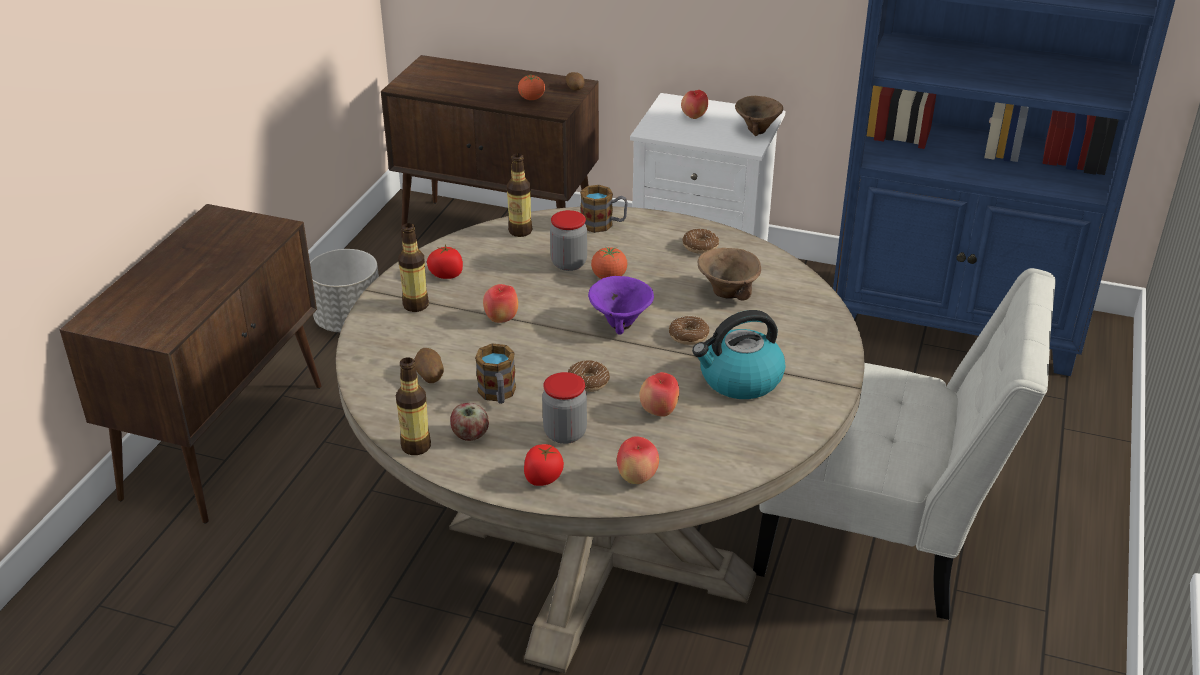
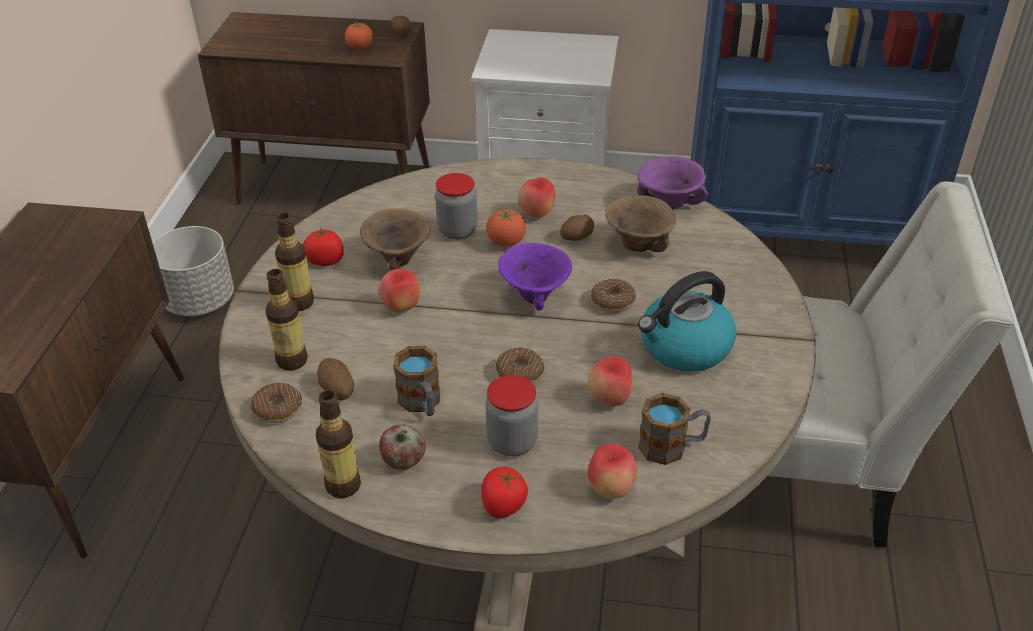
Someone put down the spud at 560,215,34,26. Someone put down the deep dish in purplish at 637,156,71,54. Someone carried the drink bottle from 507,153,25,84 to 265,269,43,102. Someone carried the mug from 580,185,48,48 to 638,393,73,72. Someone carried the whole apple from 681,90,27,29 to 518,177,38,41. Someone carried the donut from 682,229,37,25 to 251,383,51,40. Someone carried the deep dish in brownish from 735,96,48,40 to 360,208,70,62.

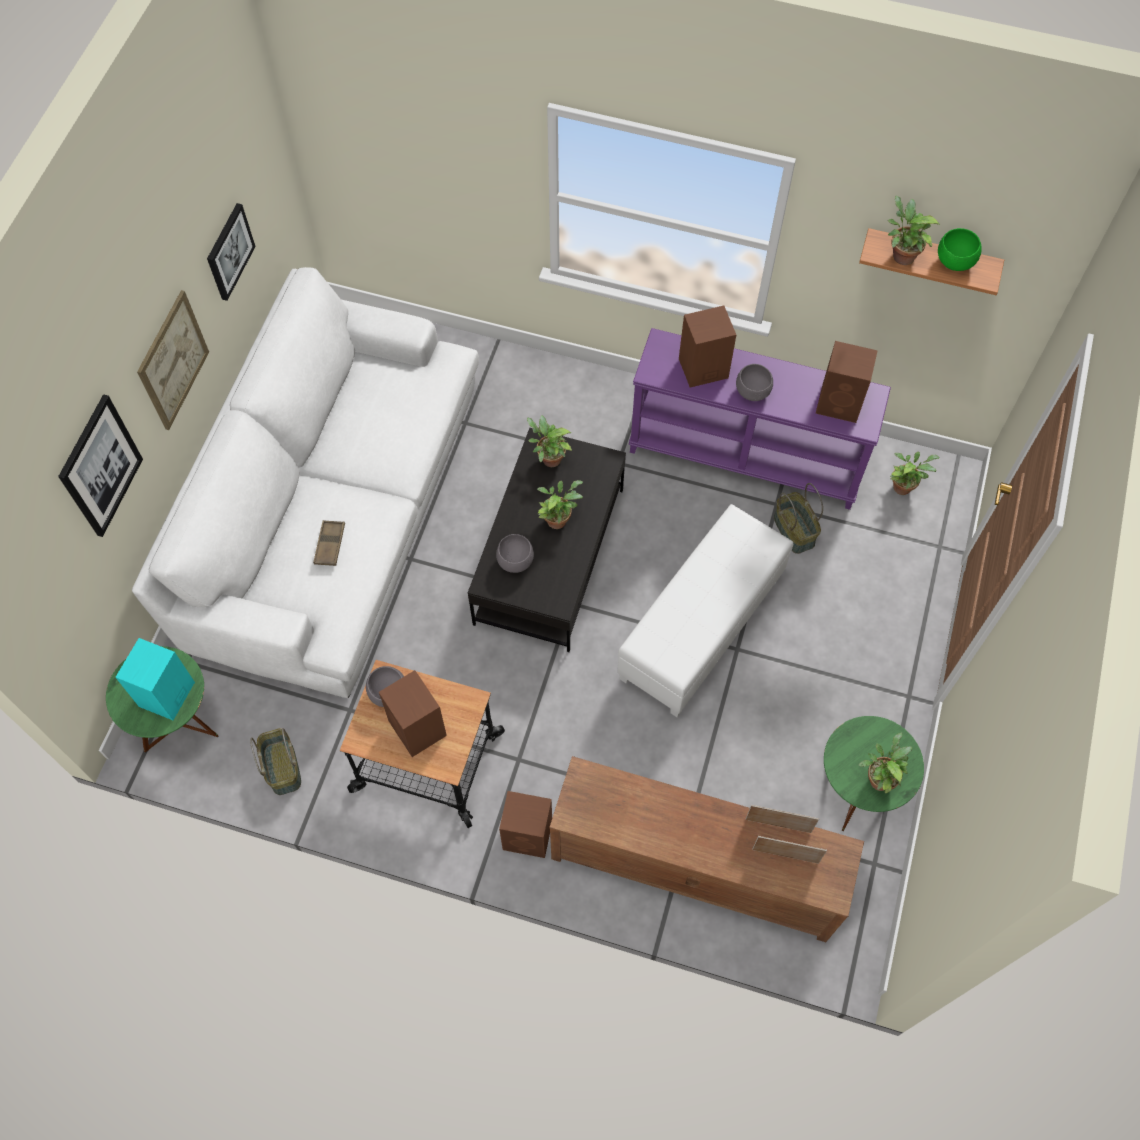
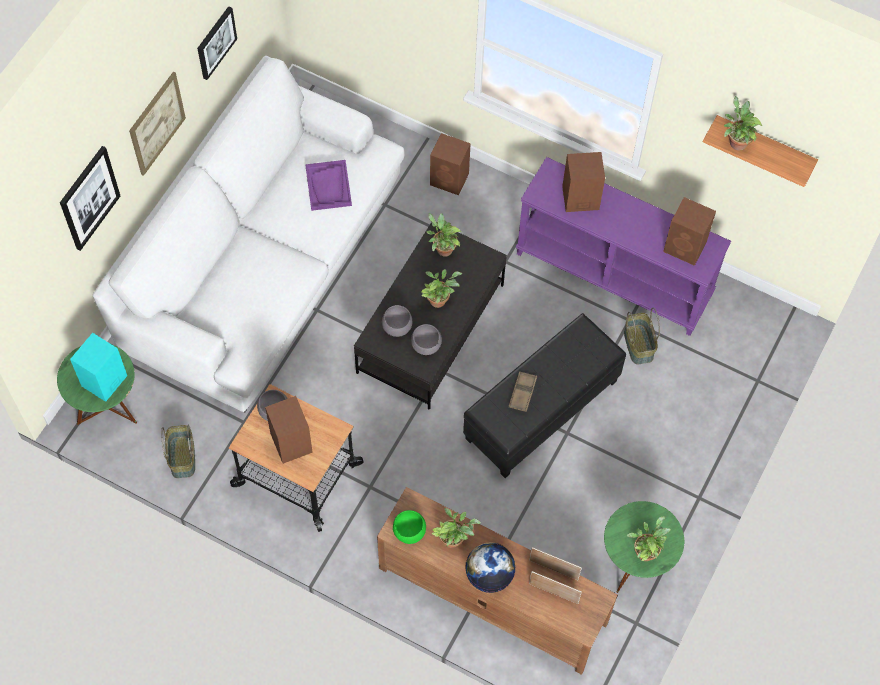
Someone put down the carrying tray in purplish at 305,160,47,51. Someone put down the desk globe at 465,542,50,51. Someone carried the carrying tray in brownish from 313,520,32,46 to 509,371,28,41. Someone carried the loudspeaker in brownish from 499,791,53,67 to 430,133,41,62. Someone carried the deep dish in greyish from 736,364,37,37 to 411,324,31,31. Someone carried the potted plant from 890,451,50,44 to 432,508,49,40. Someone carried the deep dish in greenish from 938,228,44,43 to 393,510,33,34. Someone repainted the pouffe in whitish at 617,504,176,214, which became the pouffe in black-coloured at 463,313,163,165.

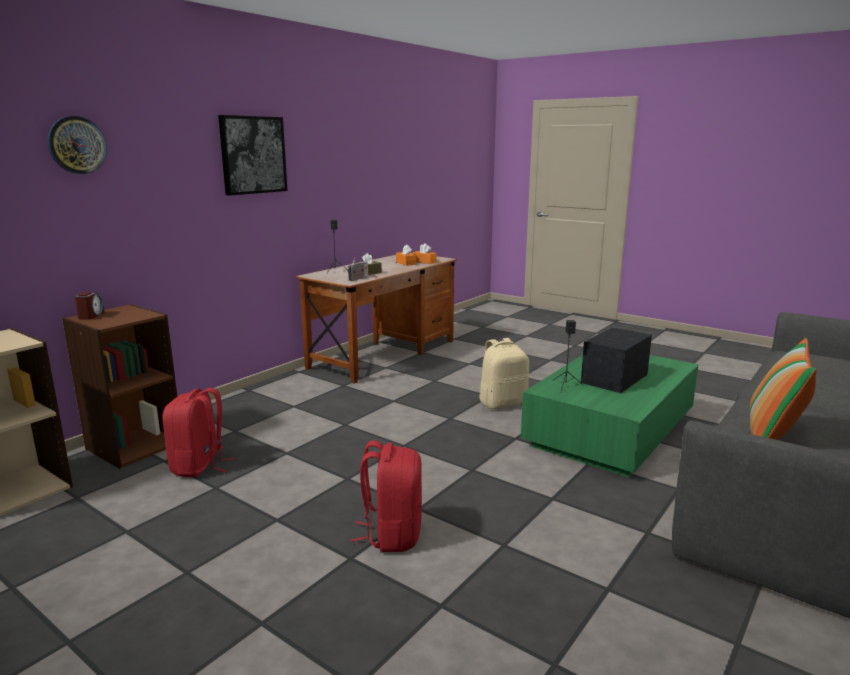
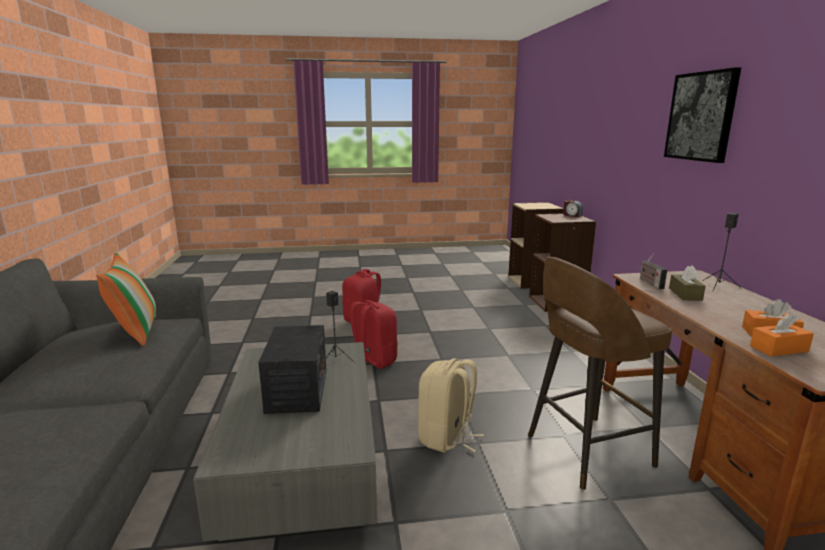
Someone took away the clock on the wall at 47,116,60,58. Someone put down the stool in brownish at 528,257,144,233. Someone carried the rucksack in red from 162,388,74,90 to 350,300,48,69. Someone repainted the coffee table in greenish at 521,355,177,122, which became the coffee table in greyish at 193,342,184,199.

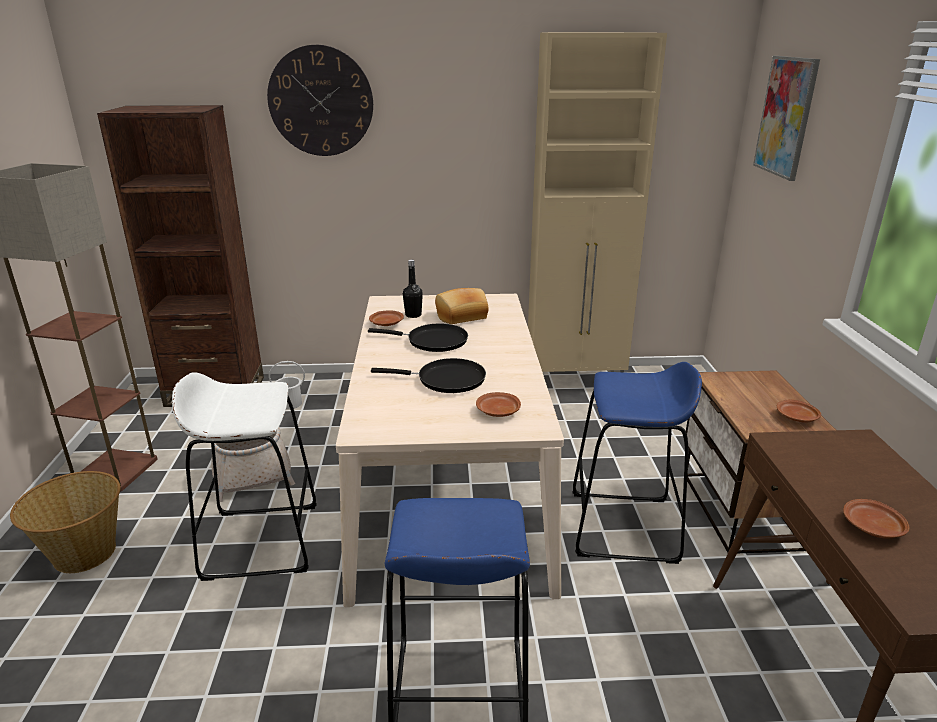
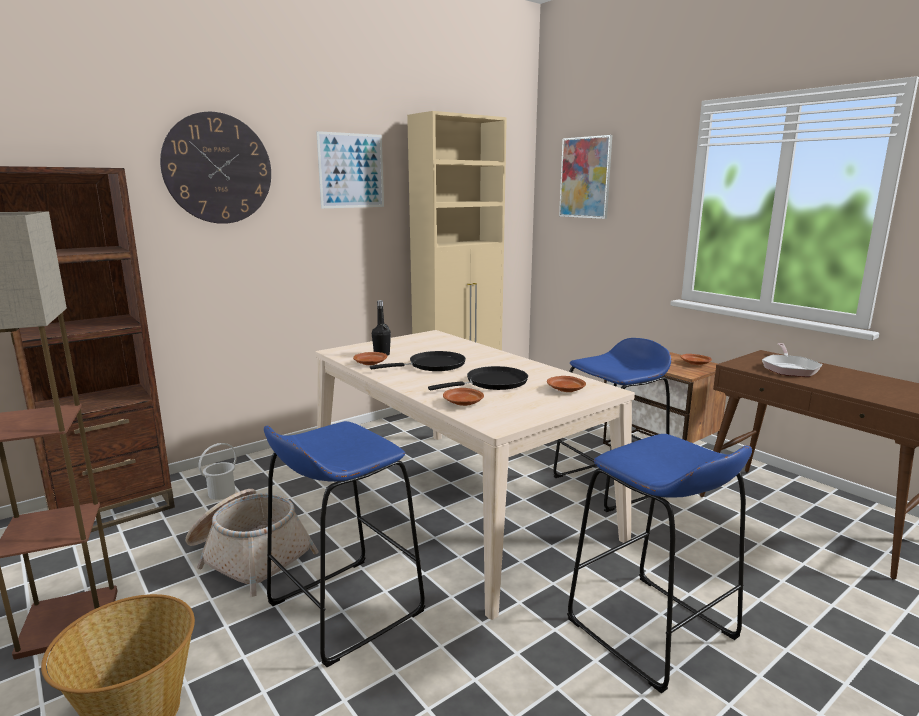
Someone took away the bakery bread at 435,288,54,36. Someone put up the wall art at 316,131,68,77. Someone put down the pan at 762,343,61,34. Someone carried the flat dish in brownish from 843,499,66,40 to 443,388,41,18. Someone repainted the stool in whitish at 172,372,145,209, which became the stool in blue-coloured at 264,421,161,246.

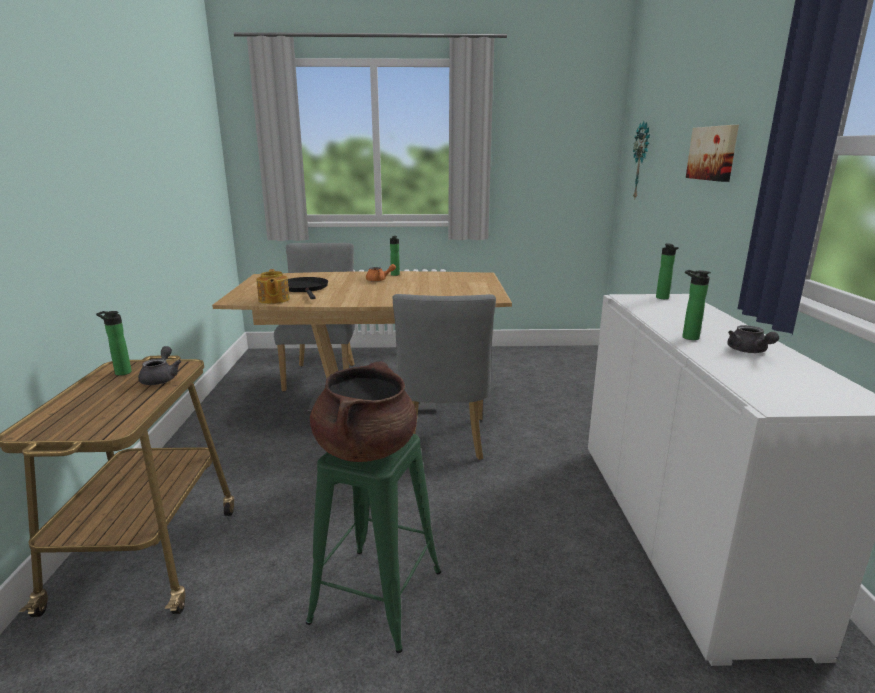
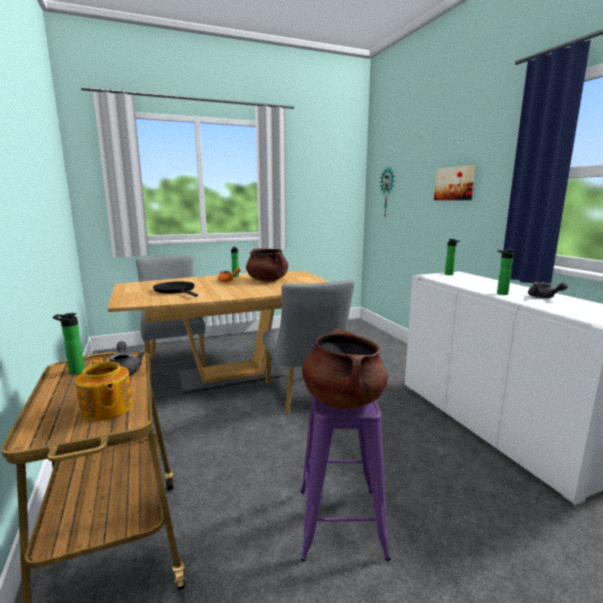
Someone put down the cooking pot in brownish at 246,249,42,33. Someone carried the teapot from 256,269,34,35 to 75,357,58,64. Someone repainted the stool in greenish at 306,434,135,219, which became the stool in purplish at 301,395,90,166.

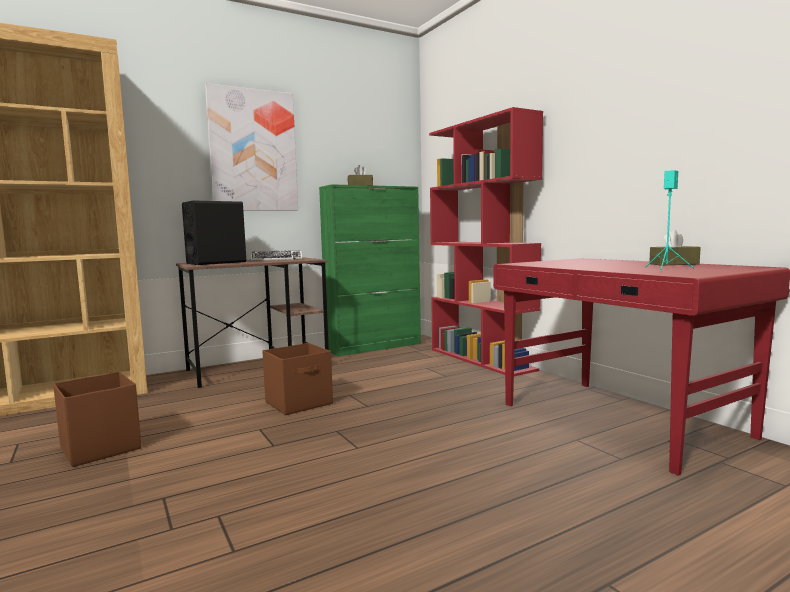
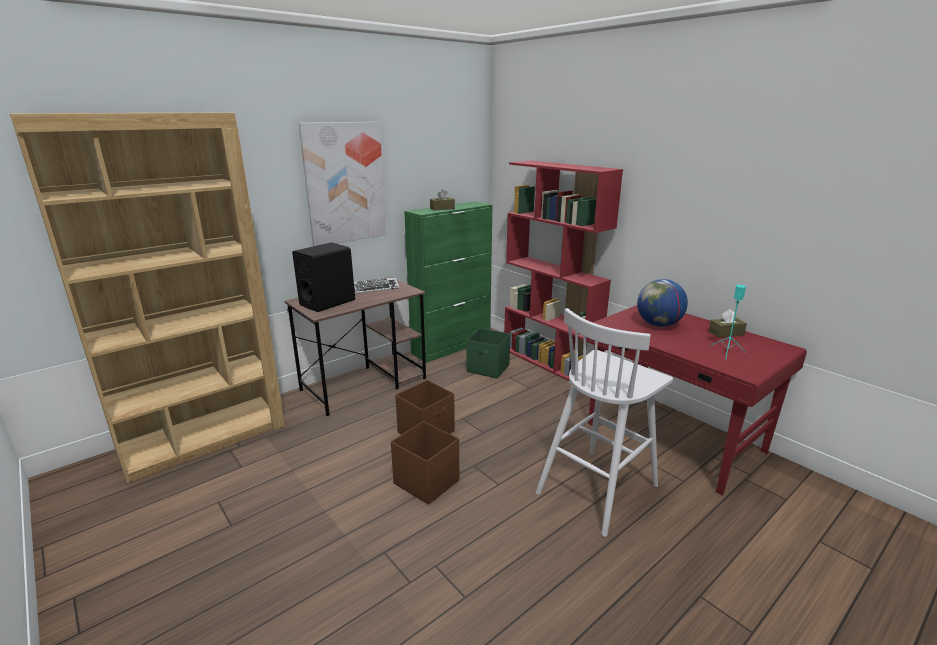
Someone put down the storage container in greenish at 466,328,44,51. Someone put down the stool in whitish at 536,308,137,229. Someone put down the desk globe at 637,279,51,48. Someone carried the storage container in brownish from 53,371,88,96 to 391,421,68,84.

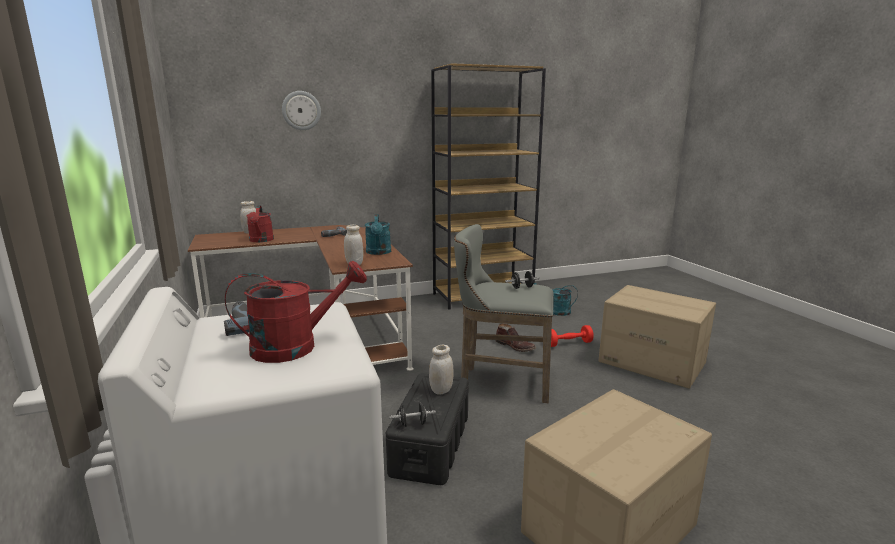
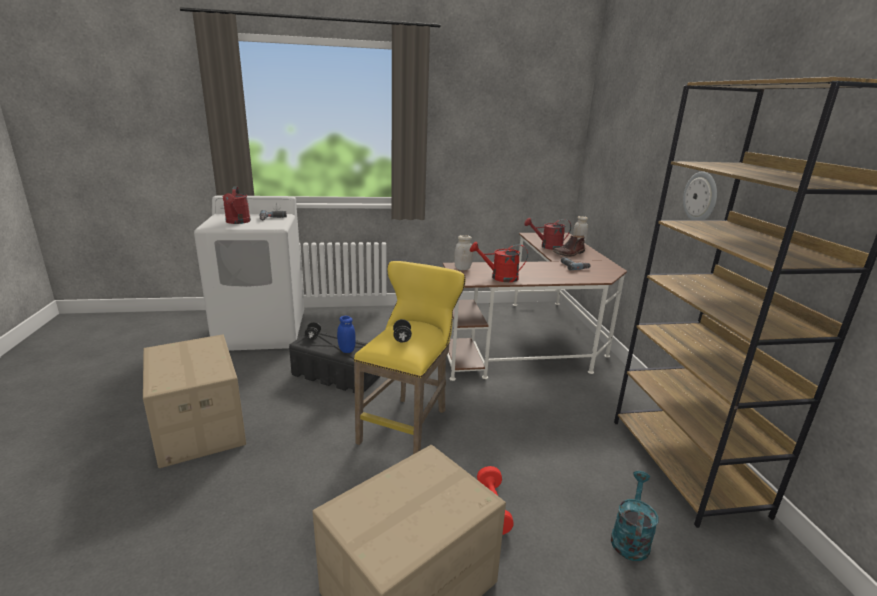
Someone carried the clock on the wall from 282,91,39,39 to 683,171,34,49. Someone carried the boot in brownish from 495,324,41,28 to 553,235,32,22. Someone repainted the watering can in turquoise-coloured at 365,214,26,41, which became the watering can in red at 470,242,58,40. Someone repainted the storage jar in whitish at 429,345,25,50, which became the storage jar in blue-coloured at 337,316,19,37. Someone repainted the stool in greyish at 454,224,100,179, which became the stool in yellowish at 354,261,111,193.

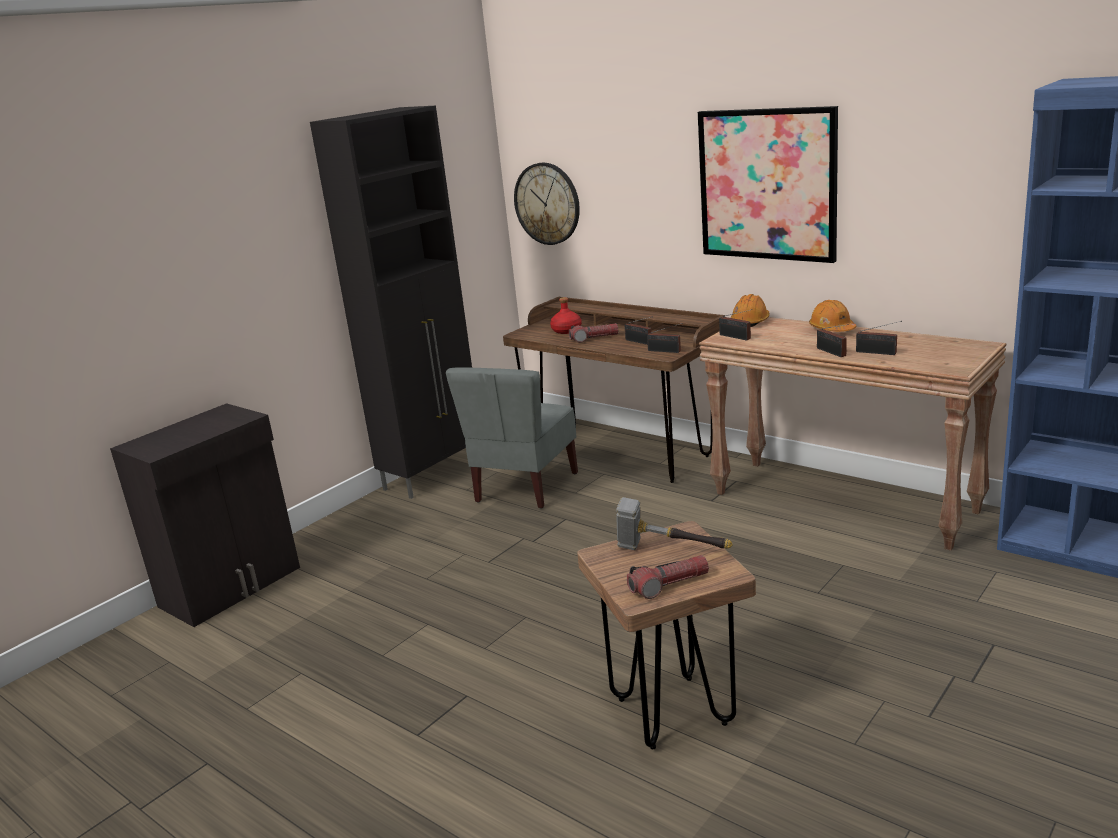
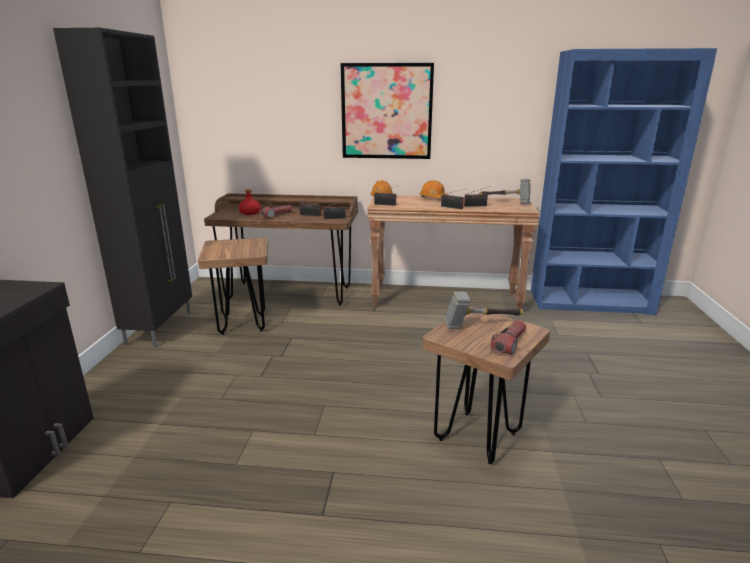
Someone took away the clock on the wall at 514,162,66,83. Someone put down the hammer at 479,179,51,25. Someone swapped the chair in greyish at 446,367,132,142 for the stool in brownish at 198,238,70,97.

